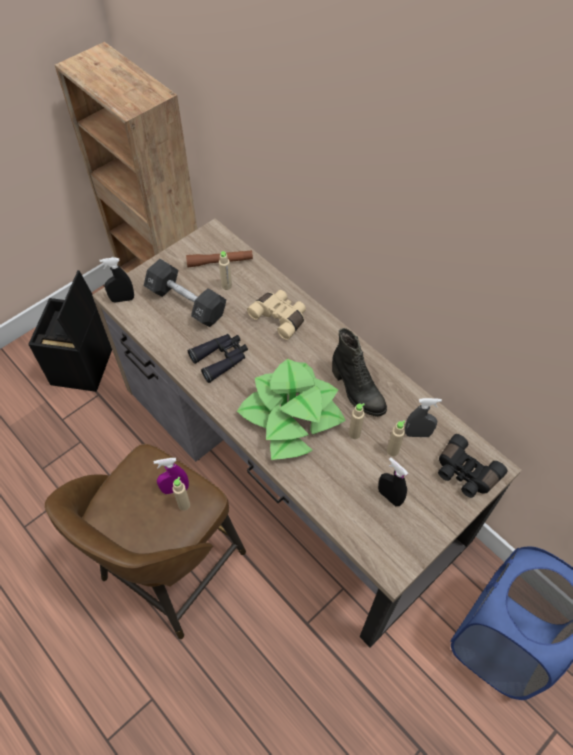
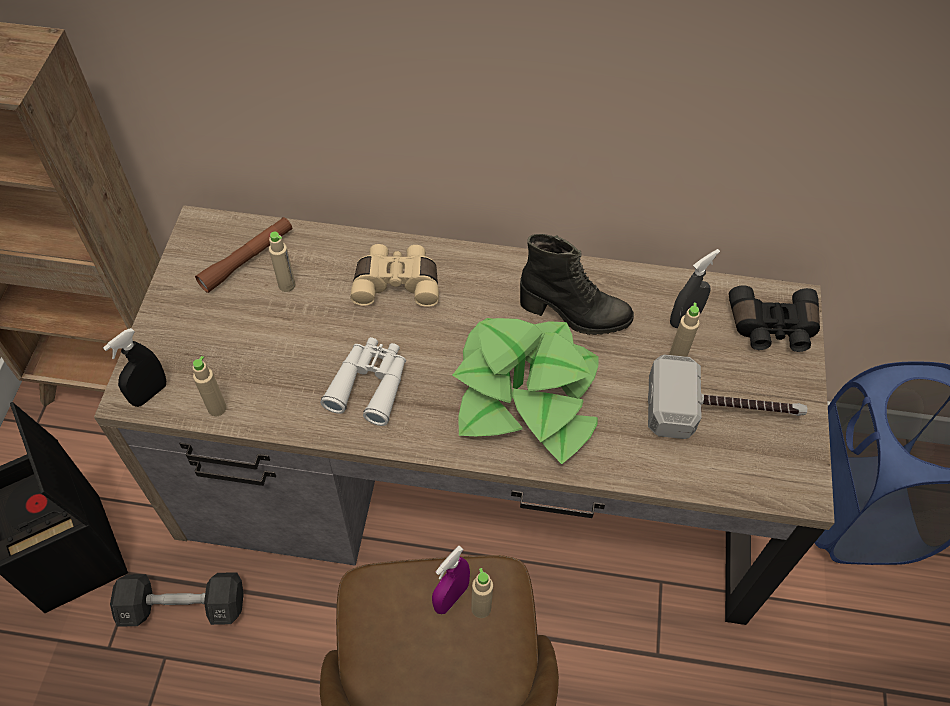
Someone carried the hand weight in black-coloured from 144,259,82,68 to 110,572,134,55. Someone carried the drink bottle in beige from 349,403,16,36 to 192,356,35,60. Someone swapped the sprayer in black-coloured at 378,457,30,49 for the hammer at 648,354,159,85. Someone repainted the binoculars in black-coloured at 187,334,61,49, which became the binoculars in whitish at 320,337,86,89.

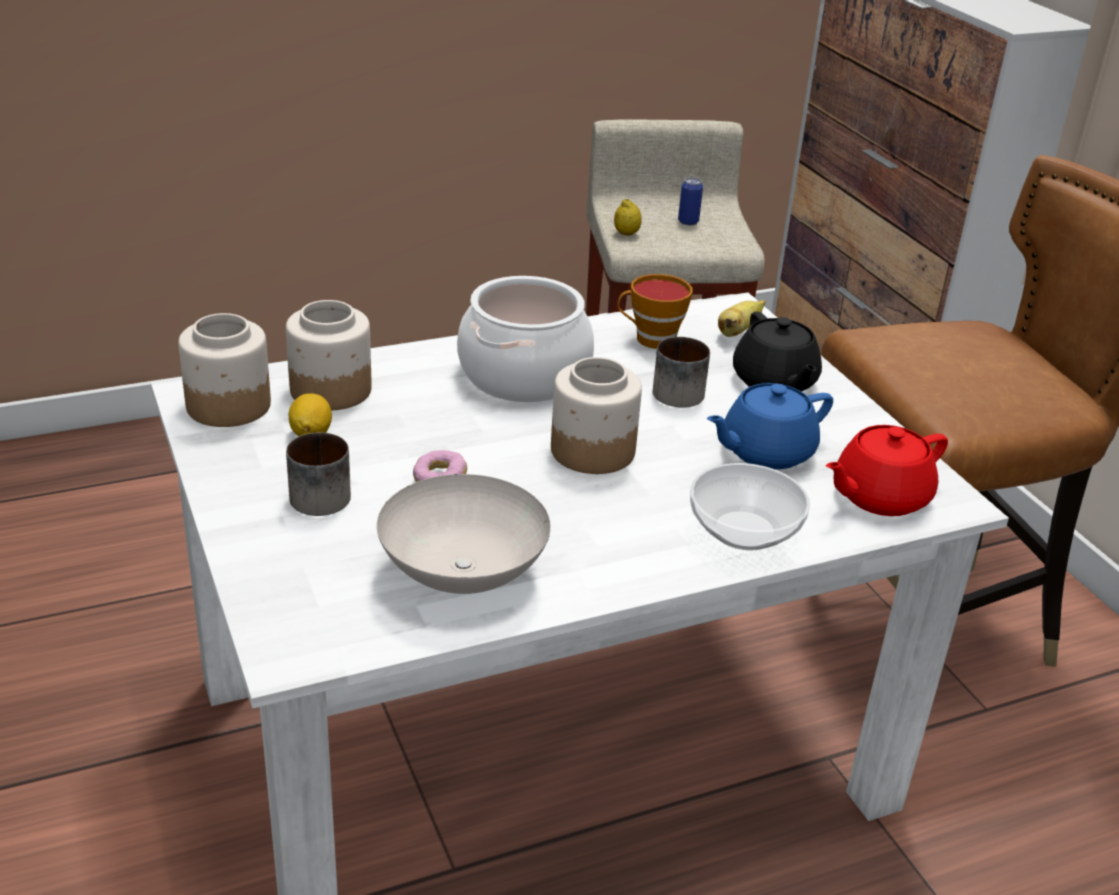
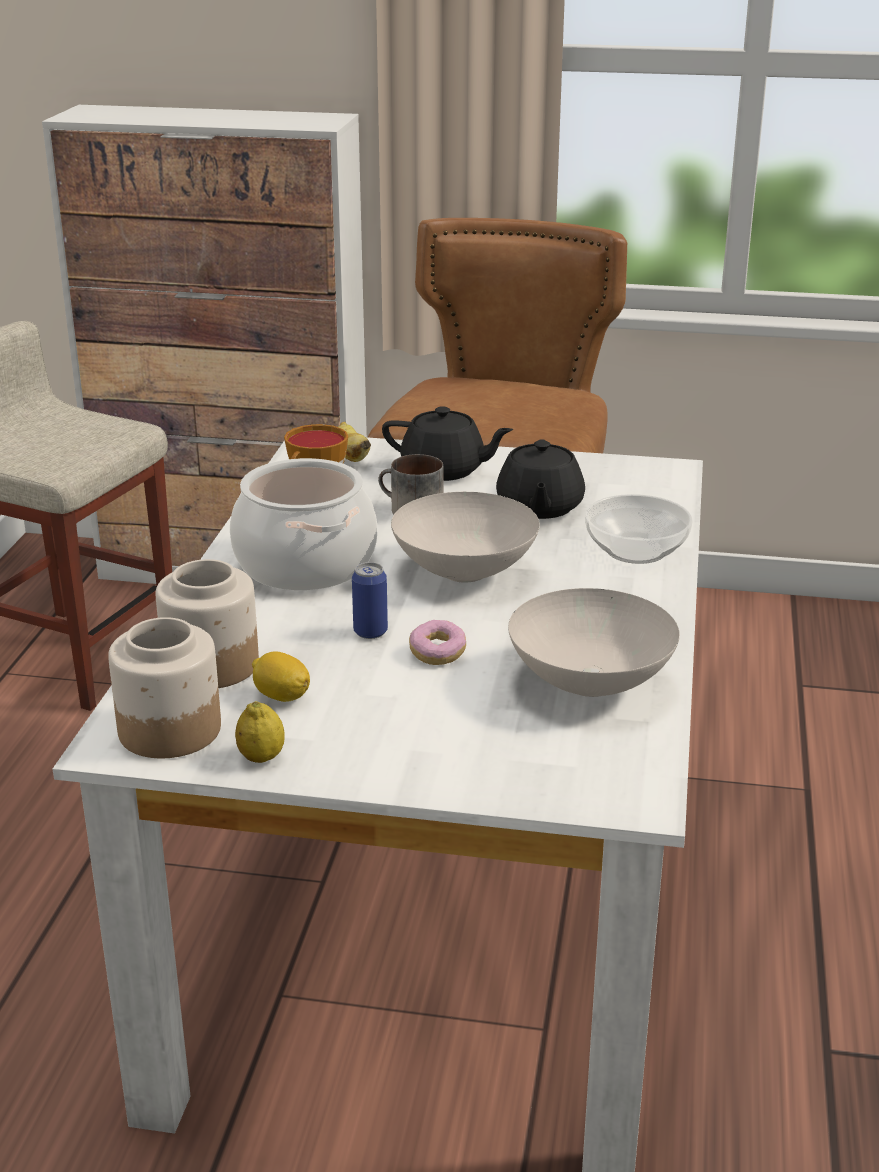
Someone took away the mug at 286,432,65,84. Someone took away the teapot in red at 826,425,122,91. Someone carried the lemon from 614,199,27,37 to 235,701,49,62. Someone carried the sealed can from 678,177,25,48 to 352,562,36,77. Someone swapped the storage jar at 551,357,91,117 for the deep dish in whitish at 391,492,149,91. Someone repainted the teapot in blue-coloured at 707,383,126,87, which became the teapot in black-coloured at 496,439,89,80.

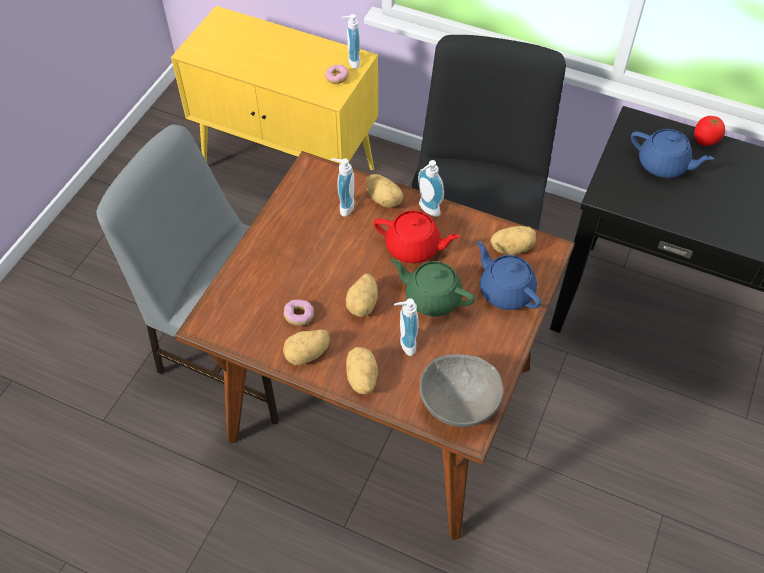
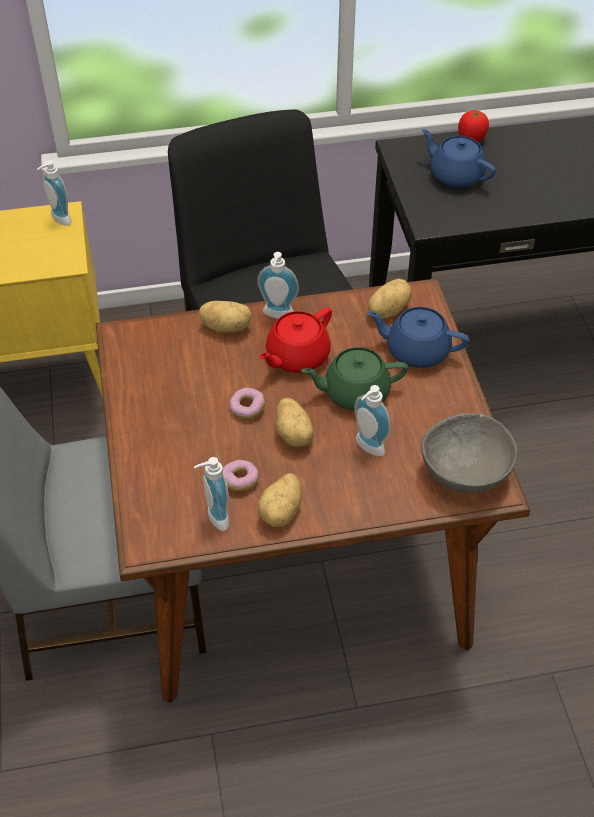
Someone took away the spud at 346,347,32,47. Someone carried the donut from 325,65,24,19 to 229,388,36,31. Someone carried the soap dispenser from 330,158,24,59 to 194,457,35,74. Someone rotated the teapot in red at 373,210,87,53 by 150 degrees clockwise. Someone rotated the teapot in blue-coloured at 631,129,83,49 by 135 degrees counterclockwise.

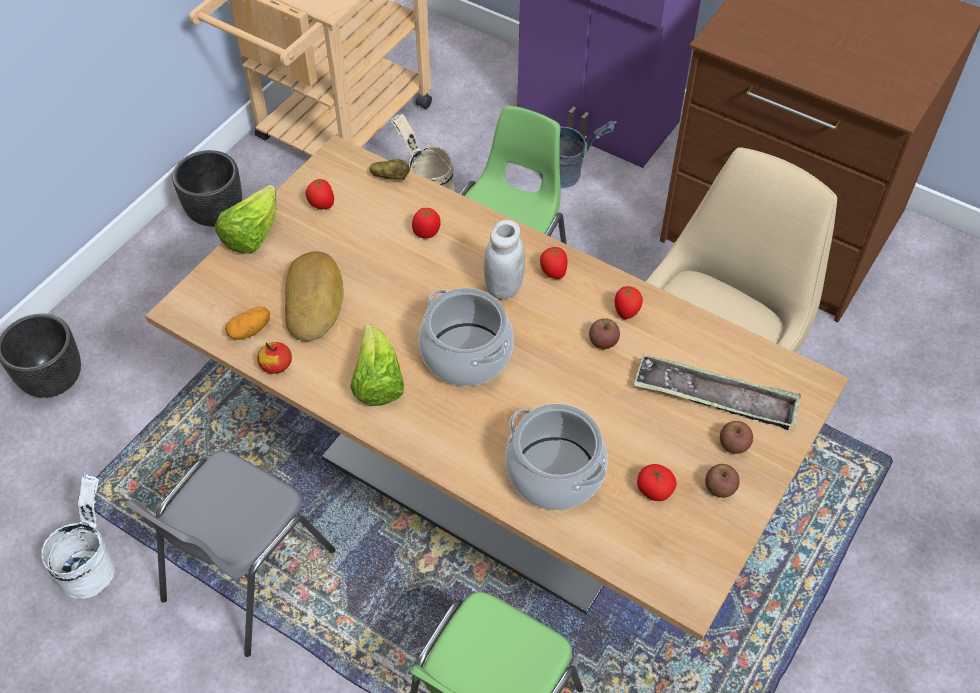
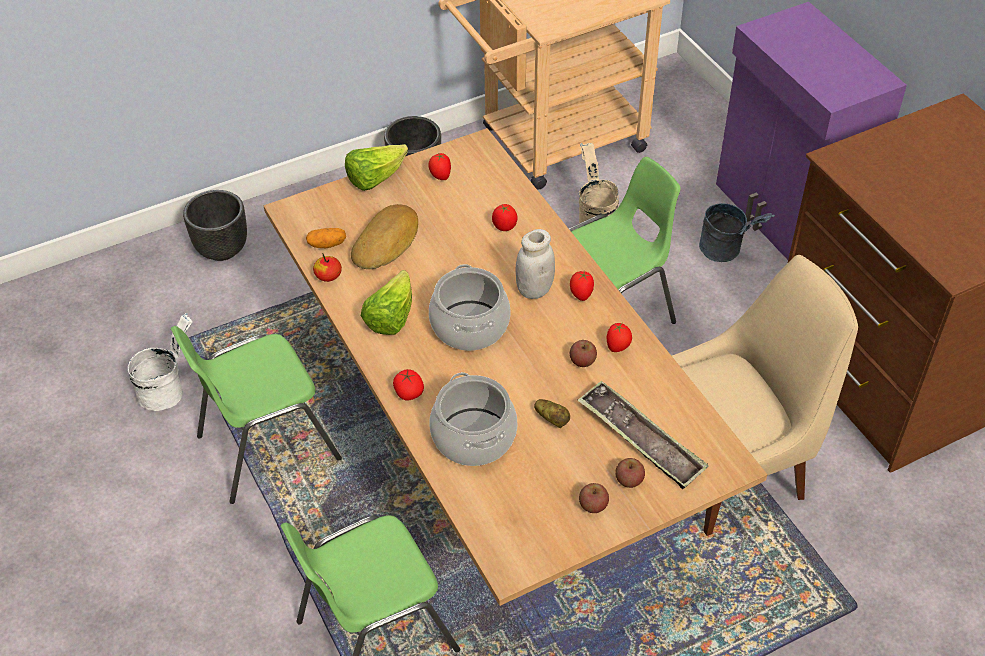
Someone carried the spud from 370,159,40,21 to 534,399,36,29. Someone carried the fresh tomato from 637,464,40,37 to 393,369,31,31. Someone repainted the chair in greyish at 124,451,212,206, which became the chair in greenish at 171,326,171,178.

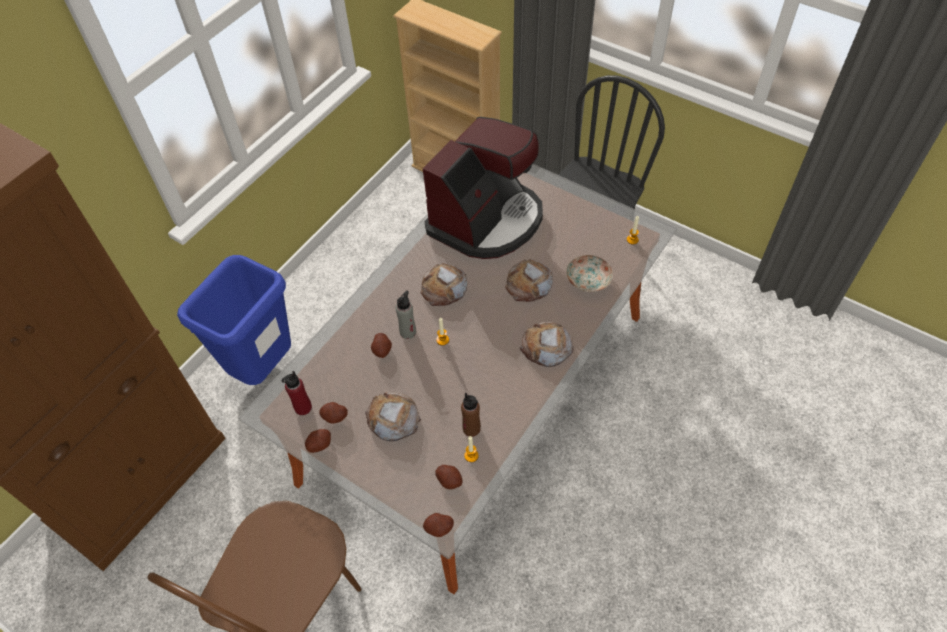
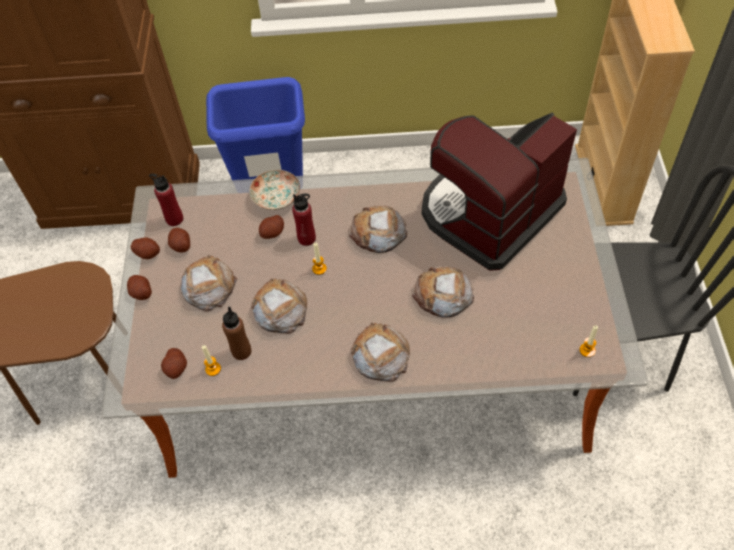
Someone put down the bakery bread at 251,278,56,55. Someone carried the spud from 423,513,31,24 to 127,275,25,25. Someone carried the flat dish from 566,255,47,37 to 249,170,51,40. Someone repainted the drink bottle in greyish at 396,291,20,48, which became the drink bottle in red at 292,194,24,52. Someone rotated the coffee brewer at 423,117,120,142 by 135 degrees clockwise.

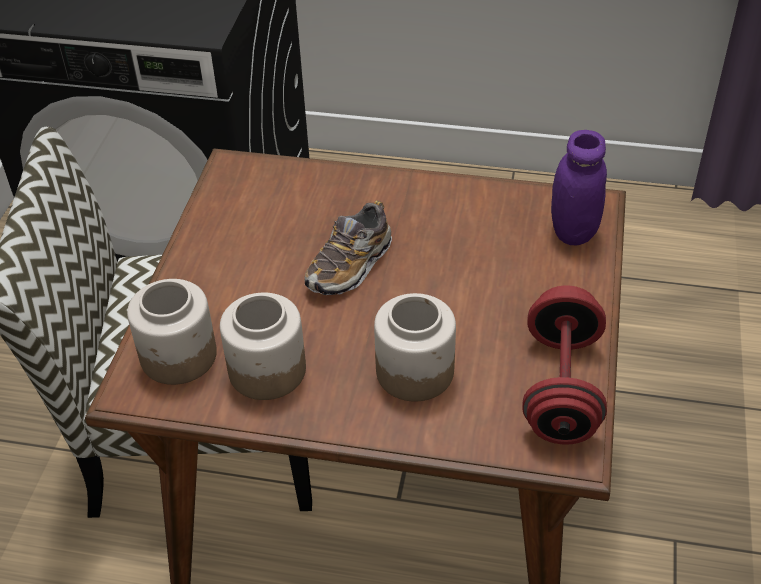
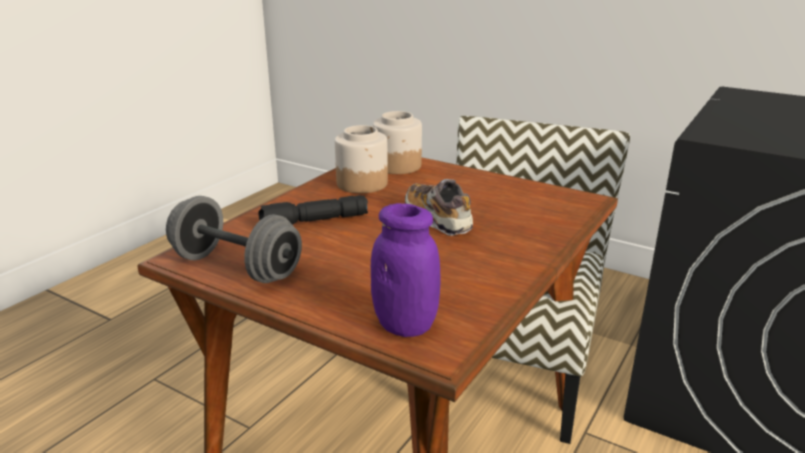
Someone swapped the storage jar at 374,293,82,108 for the flashlight in black-coloured at 258,195,110,30. Someone repainted the hand weight in red at 522,286,85,159, which became the hand weight in greyish at 166,196,136,87.

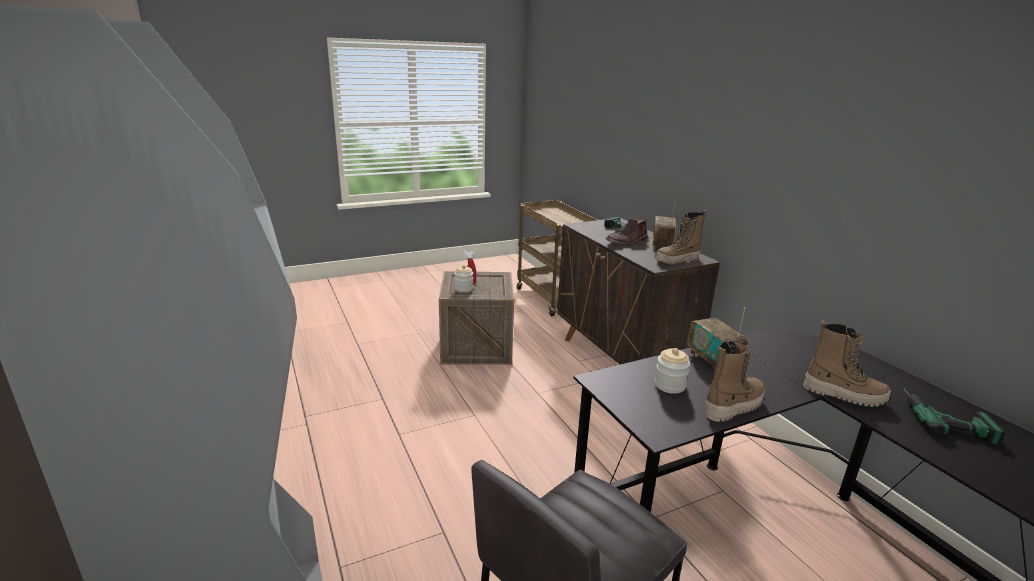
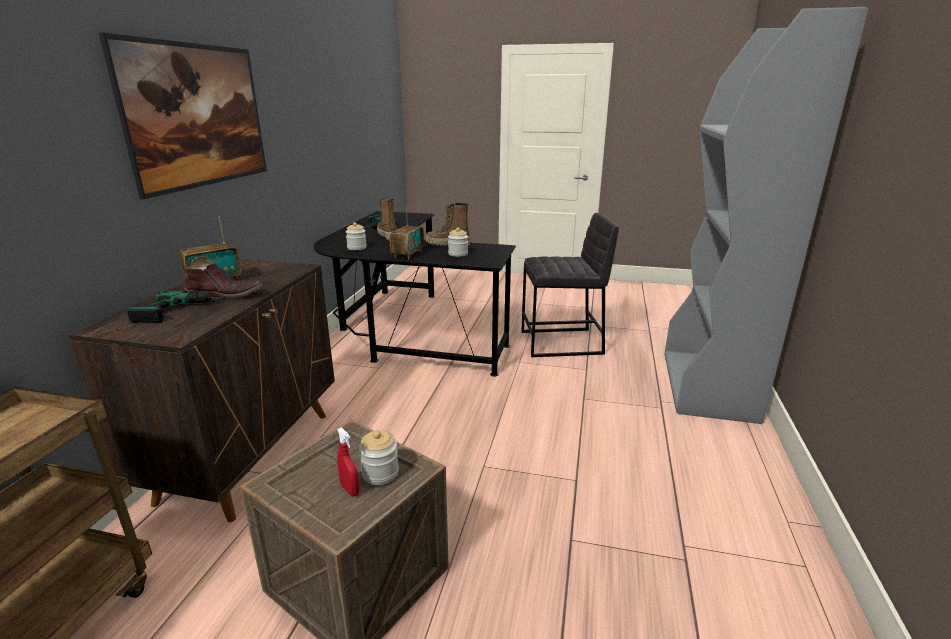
Someone took away the boot at 656,210,51,54. Someone put up the wall art at 99,33,168,166. Someone put down the storage jar at 346,222,21,28.

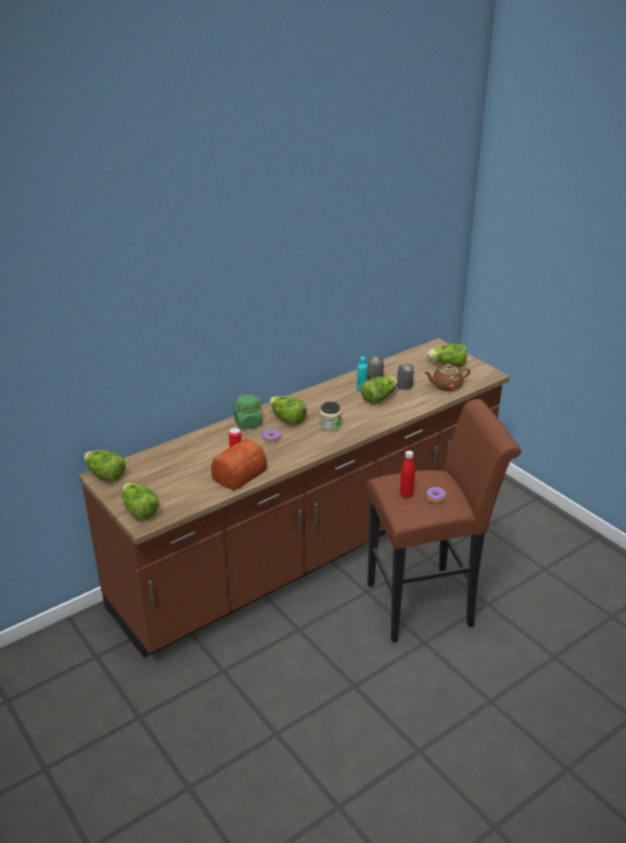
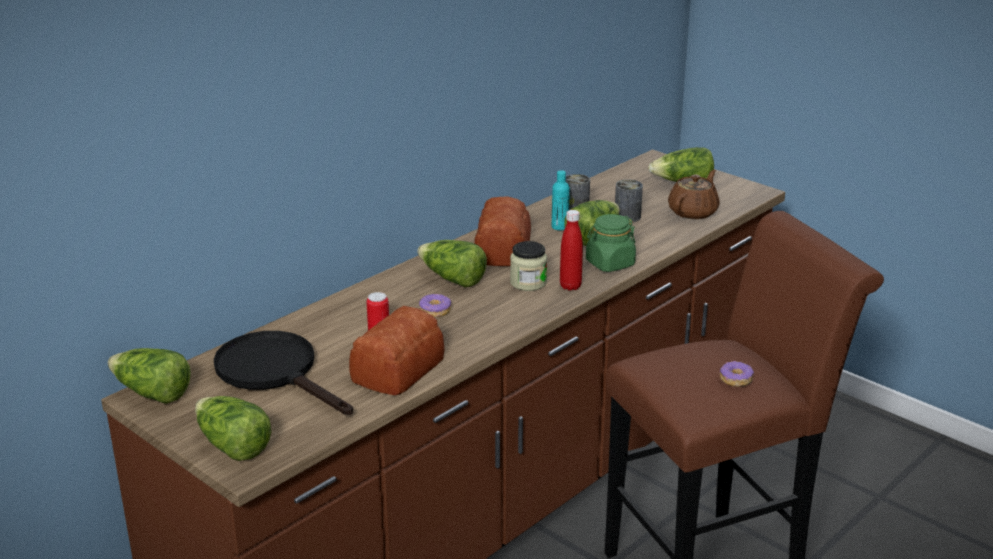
Someone put down the pan in black-coloured at 214,331,139,84. Someone put down the bakery bread at 474,196,57,70. Someone carried the storage jar in greenish from 231,394,33,36 to 586,214,50,58. Someone carried the drink bottle in red from 400,451,15,47 to 560,210,23,81. Someone rotated the teapot in brownish at 424,364,46,27 by 150 degrees clockwise.

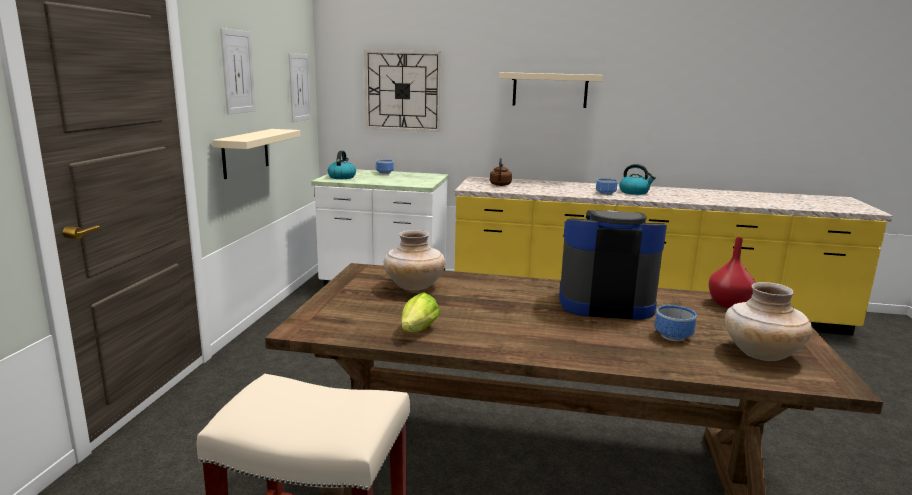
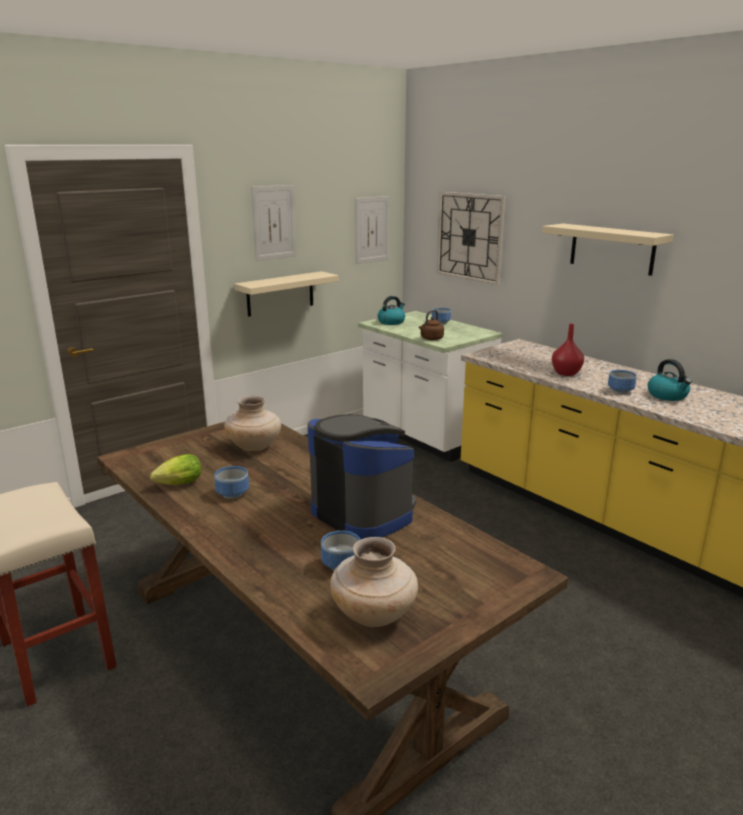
Someone put down the deep dish at 214,466,35,33. Someone carried the water kettle in brownish from 490,157,22,29 to 419,310,25,30. Someone carried the decorative vase in red from 708,237,47,71 to 552,324,32,52.

